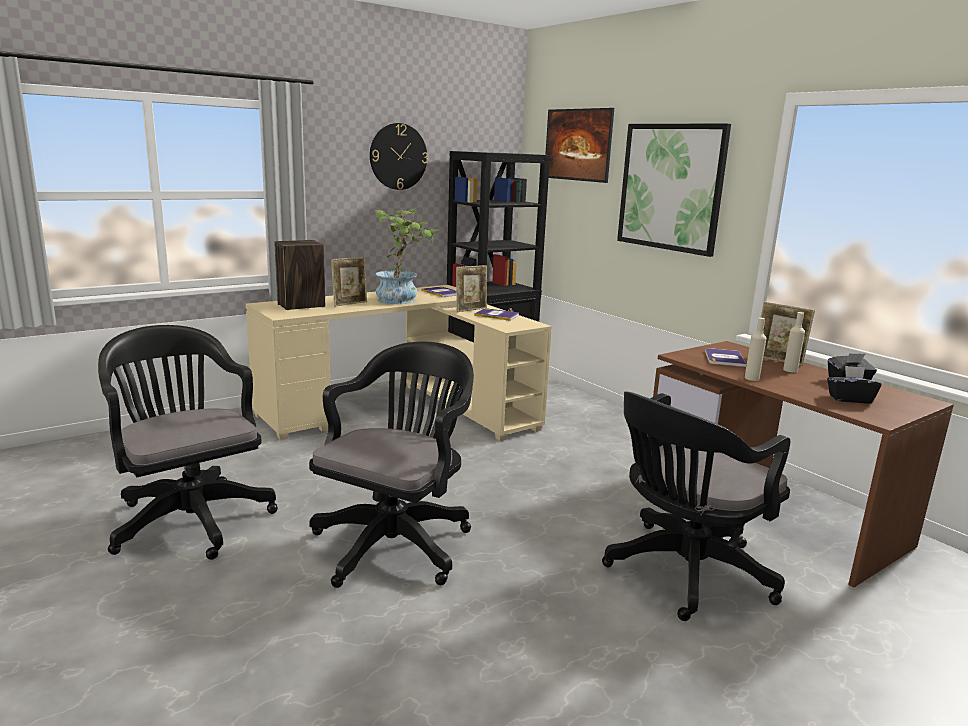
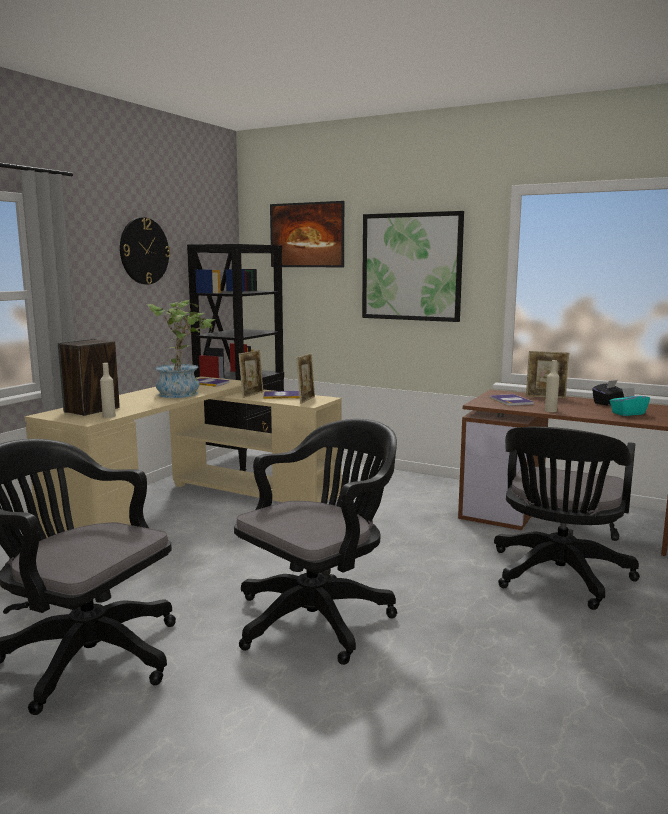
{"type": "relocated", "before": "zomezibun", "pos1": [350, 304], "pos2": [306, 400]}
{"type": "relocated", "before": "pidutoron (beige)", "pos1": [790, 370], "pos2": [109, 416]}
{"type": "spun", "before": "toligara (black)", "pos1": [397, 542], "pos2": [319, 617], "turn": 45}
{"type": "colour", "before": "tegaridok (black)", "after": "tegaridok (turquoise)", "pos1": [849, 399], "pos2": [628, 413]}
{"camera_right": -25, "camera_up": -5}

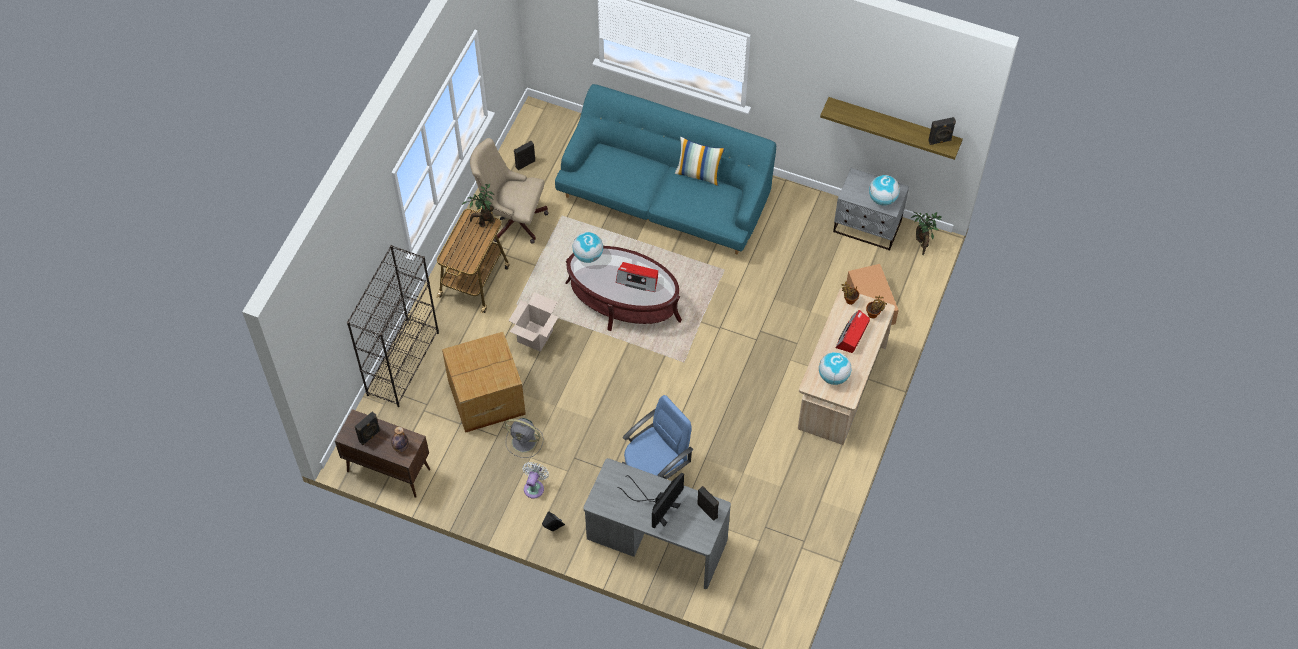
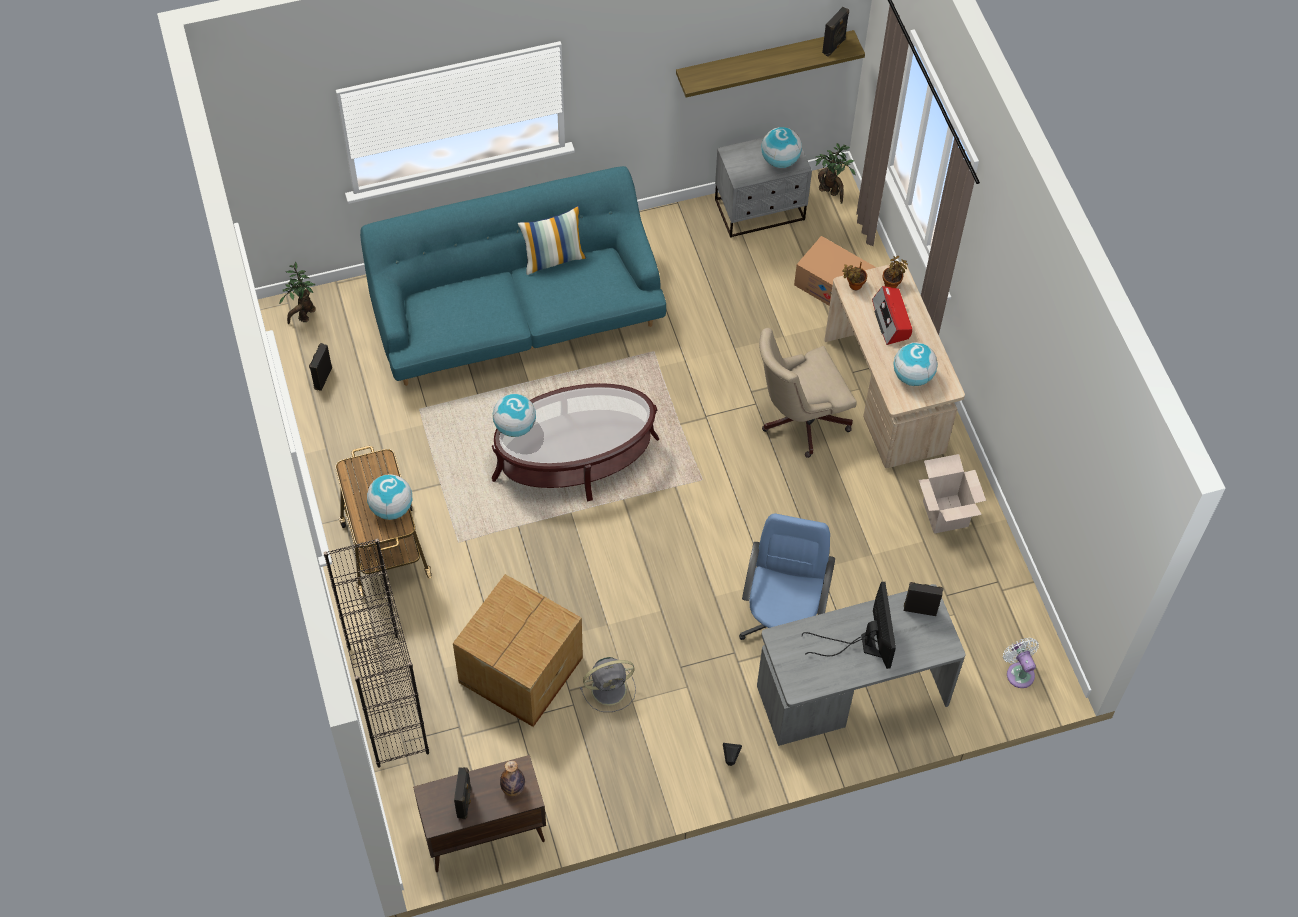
{"type": "relocated", "before": "toligara (beige)", "pos1": [512, 219], "pos2": [799, 420]}
{"type": "relocated", "before": "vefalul", "pos1": [484, 222], "pos2": [304, 315]}
{"type": "missing", "before": "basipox", "pos1": [638, 280]}
{"type": "relocated", "before": "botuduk", "pos1": [535, 336], "pos2": [945, 514]}
{"type": "relocated", "before": "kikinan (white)", "pos1": [534, 487], "pos2": [1019, 672]}
{"type": "appeared", "after": "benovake", "pos2": [391, 508]}
{"camera_right": -40, "camera_up": 0}

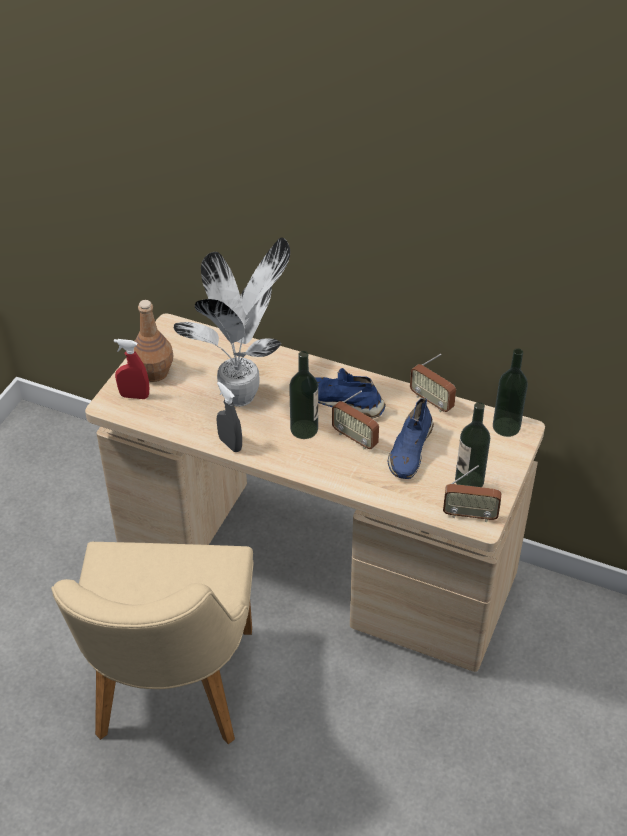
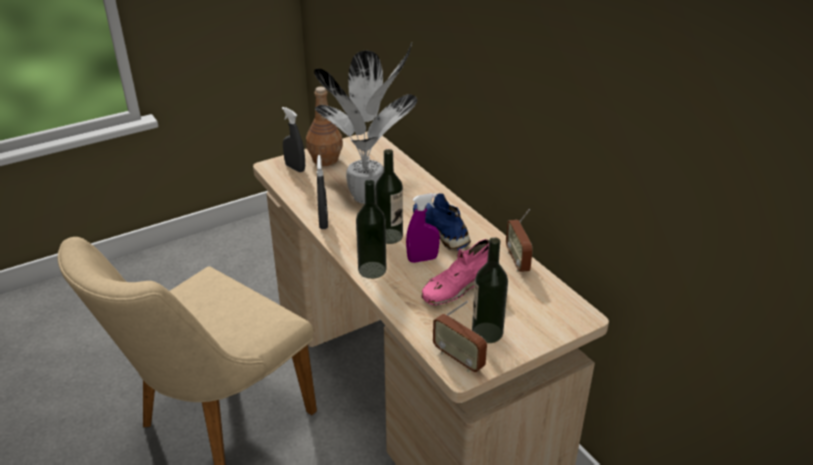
{"type": "colour", "before": "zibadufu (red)", "after": "zibadufu (grey)", "pos1": [134, 396], "pos2": [295, 168]}
{"type": "relocated", "before": "pidutoron", "pos1": [506, 427], "pos2": [372, 270]}
{"type": "exchanged", "before": "basipox", "after": "zibadufu (purple)", "pos1": [355, 438], "pos2": [422, 259]}
{"type": "colour", "before": "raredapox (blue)", "after": "raredapox (pink)", "pos1": [410, 450], "pos2": [459, 286]}
{"camera_right": 35, "camera_up": -10}

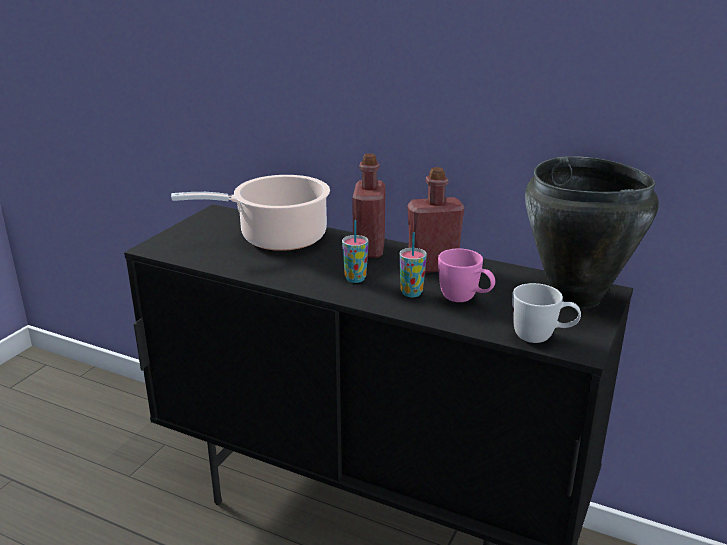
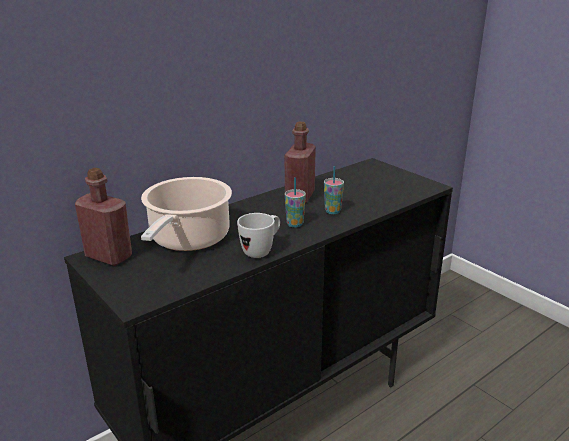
{"type": "relocated", "before": "pidutoron (red)", "pos1": [369, 249], "pos2": [109, 257]}
{"type": "missing", "before": "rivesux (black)", "pos1": [575, 297]}
{"type": "missing", "before": "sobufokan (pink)", "pos1": [465, 300]}
{"type": "relocated", "before": "sobufokan (white)", "pos1": [542, 338], "pos2": [261, 251]}
{"camera_right": -65, "camera_up": 0}

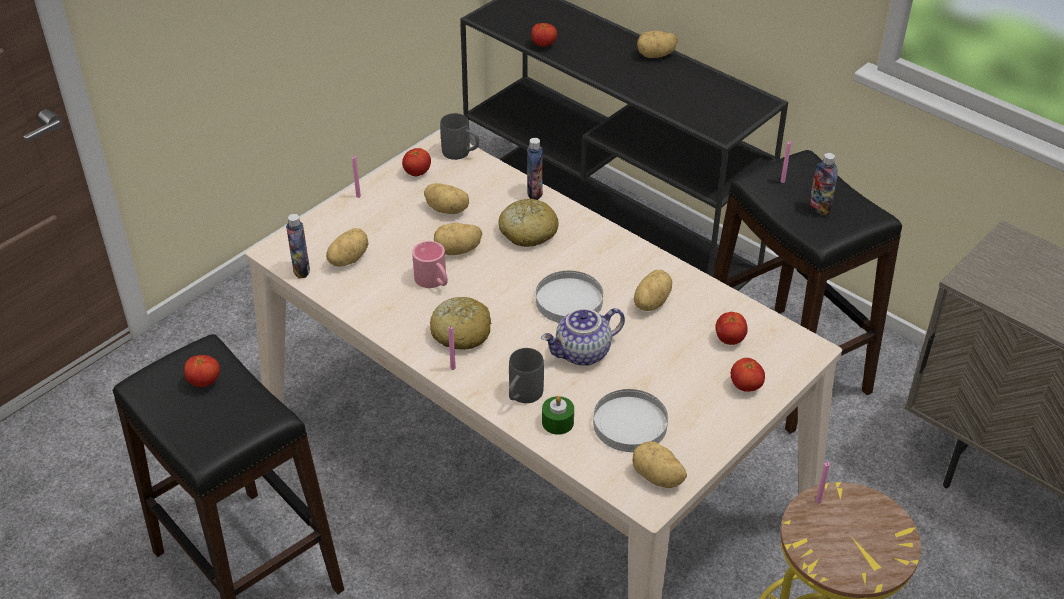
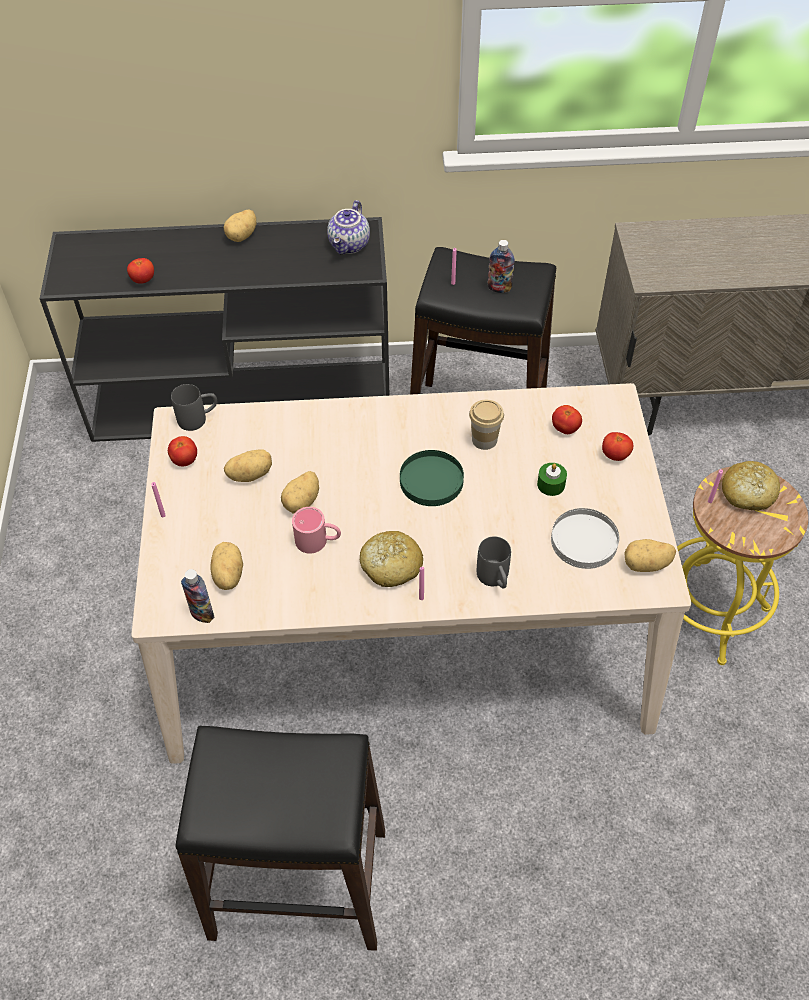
{"type": "missing", "before": "pidutoron", "pos1": [534, 193]}
{"type": "relocated", "before": "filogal", "pos1": [527, 232], "pos2": [747, 493]}
{"type": "exchanged", "before": "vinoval", "after": "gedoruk", "pos1": [650, 302], "pos2": [484, 440]}
{"type": "colour", "before": "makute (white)", "after": "makute (green)", "pos1": [568, 300], "pos2": [431, 481]}
{"type": "relocated", "before": "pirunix", "pos1": [582, 354], "pos2": [350, 245]}
{"type": "missing", "before": "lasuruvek", "pos1": [204, 382]}
{"type": "relocated", "before": "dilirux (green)", "pos1": [557, 422], "pos2": [551, 484]}
{"camera_right": -45, "camera_up": 10}

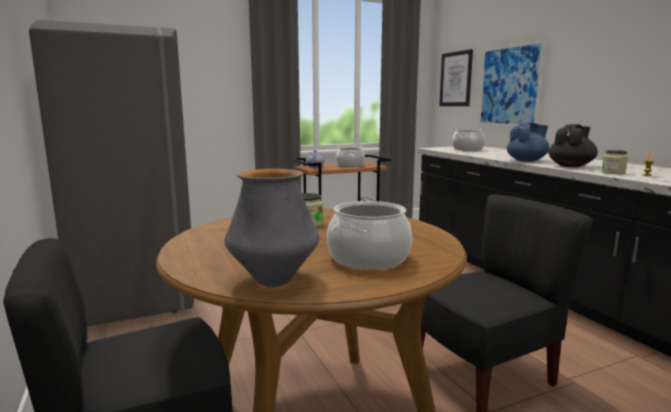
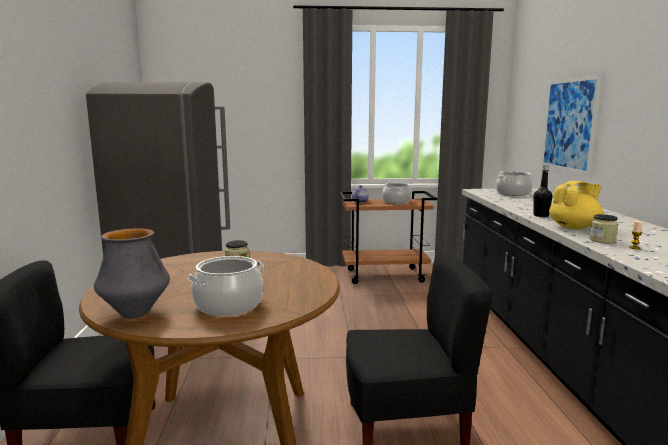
{"type": "missing", "before": "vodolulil", "pos1": [456, 79]}
{"type": "exchanged", "before": "pirunix (blue)", "after": "pidutoron (black)", "pos1": [527, 161], "pos2": [541, 215]}
{"type": "colour", "before": "pirunix (black)", "after": "pirunix (yellow)", "pos1": [571, 166], "pos2": [574, 227]}
{"camera_right": 20, "camera_up": 0}

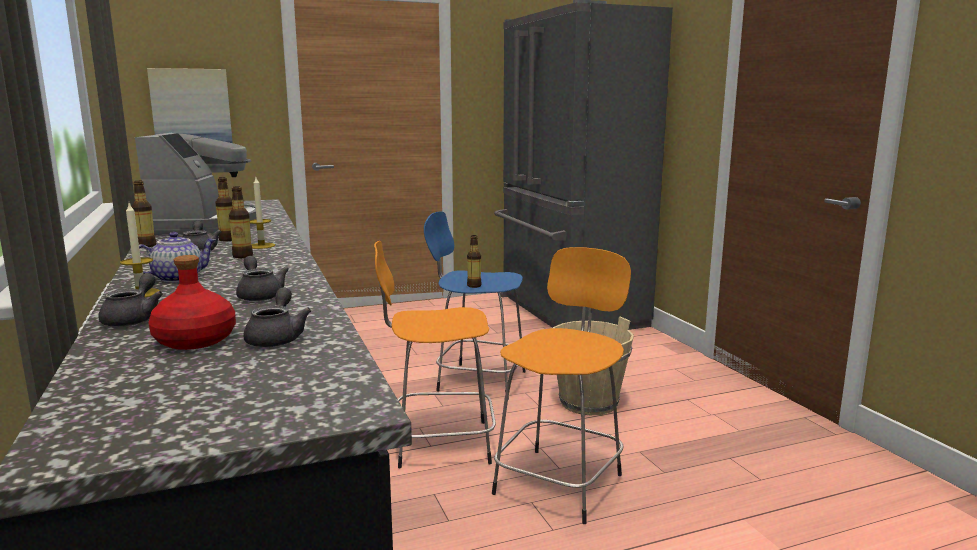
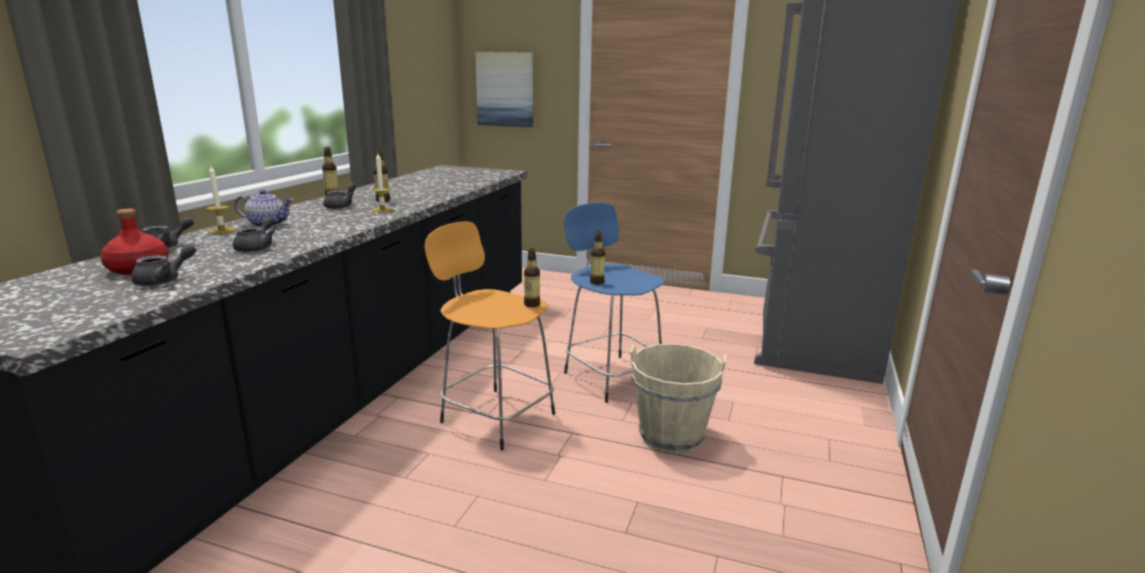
{"type": "missing", "before": "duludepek", "pos1": [205, 225]}
{"type": "relocated", "before": "pidutoron", "pos1": [242, 256], "pos2": [532, 304]}
{"type": "missing", "before": "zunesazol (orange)", "pos1": [560, 482]}
{"camera_right": 40, "camera_up": 5}

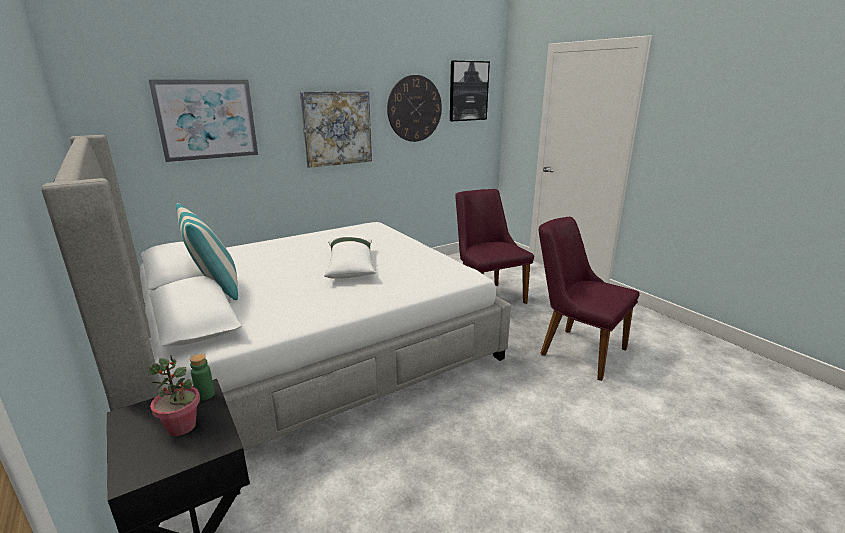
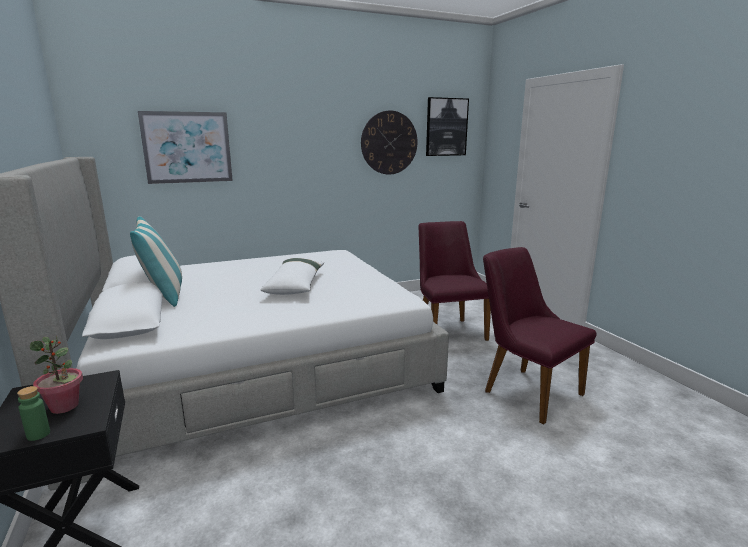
{"type": "missing", "before": "vodolulil", "pos1": [337, 128]}
{"type": "relocated", "before": "pidutoron (green)", "pos1": [205, 395], "pos2": [38, 434]}
{"camera_right": 10, "camera_up": -5}

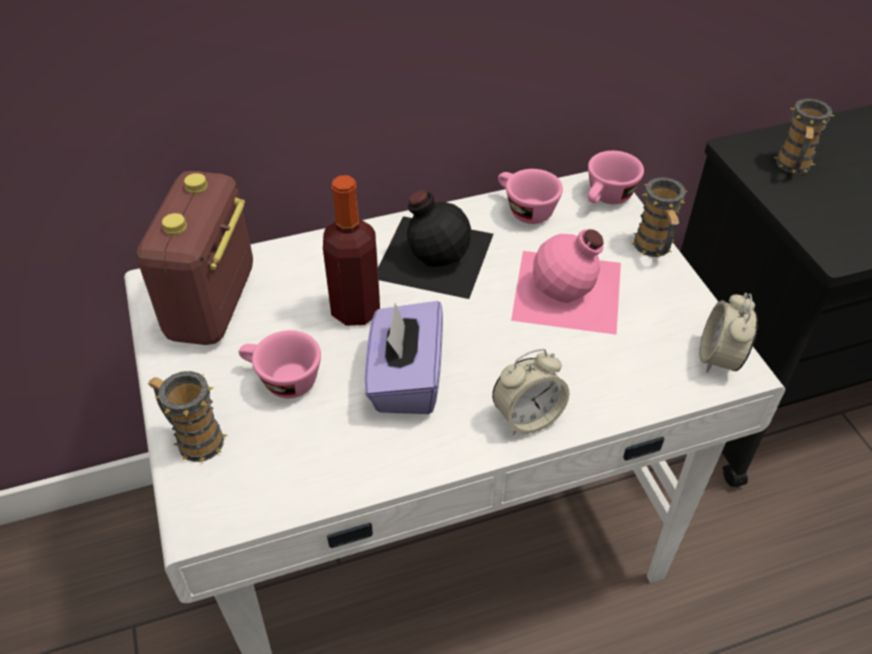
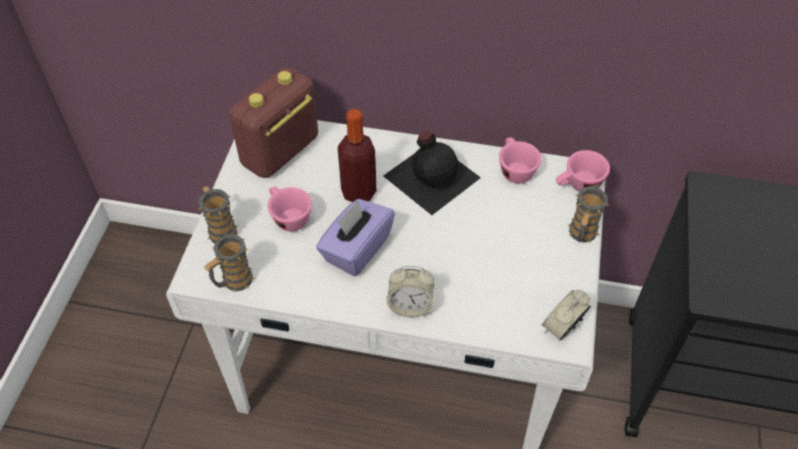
{"type": "relocated", "before": "sobufokan", "pos1": [793, 167], "pos2": [233, 282]}
{"type": "missing", "before": "pidutoron (pink)", "pos1": [569, 292]}
{"camera_right": 30, "camera_up": 5}

